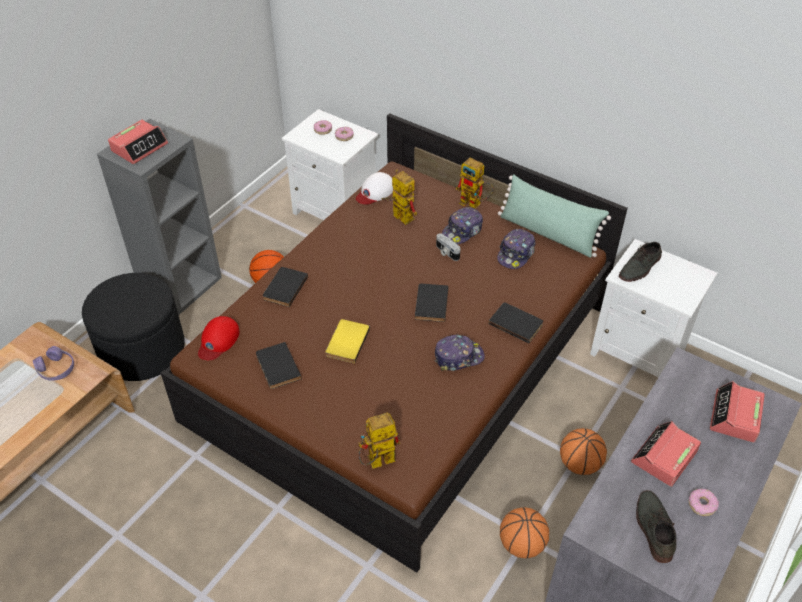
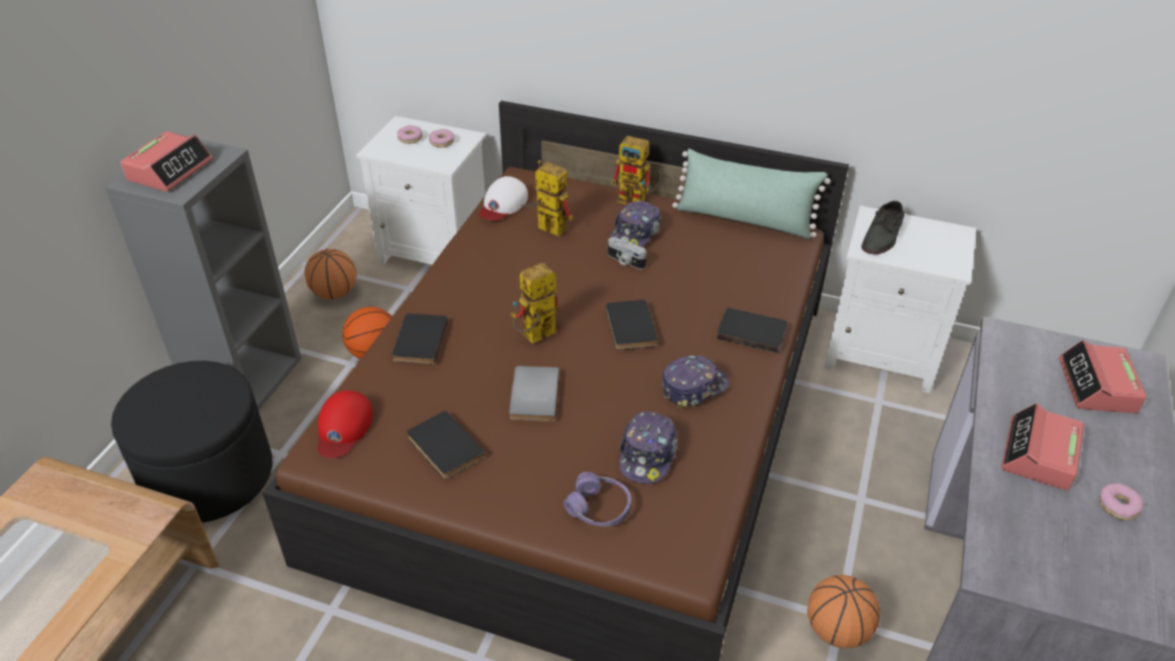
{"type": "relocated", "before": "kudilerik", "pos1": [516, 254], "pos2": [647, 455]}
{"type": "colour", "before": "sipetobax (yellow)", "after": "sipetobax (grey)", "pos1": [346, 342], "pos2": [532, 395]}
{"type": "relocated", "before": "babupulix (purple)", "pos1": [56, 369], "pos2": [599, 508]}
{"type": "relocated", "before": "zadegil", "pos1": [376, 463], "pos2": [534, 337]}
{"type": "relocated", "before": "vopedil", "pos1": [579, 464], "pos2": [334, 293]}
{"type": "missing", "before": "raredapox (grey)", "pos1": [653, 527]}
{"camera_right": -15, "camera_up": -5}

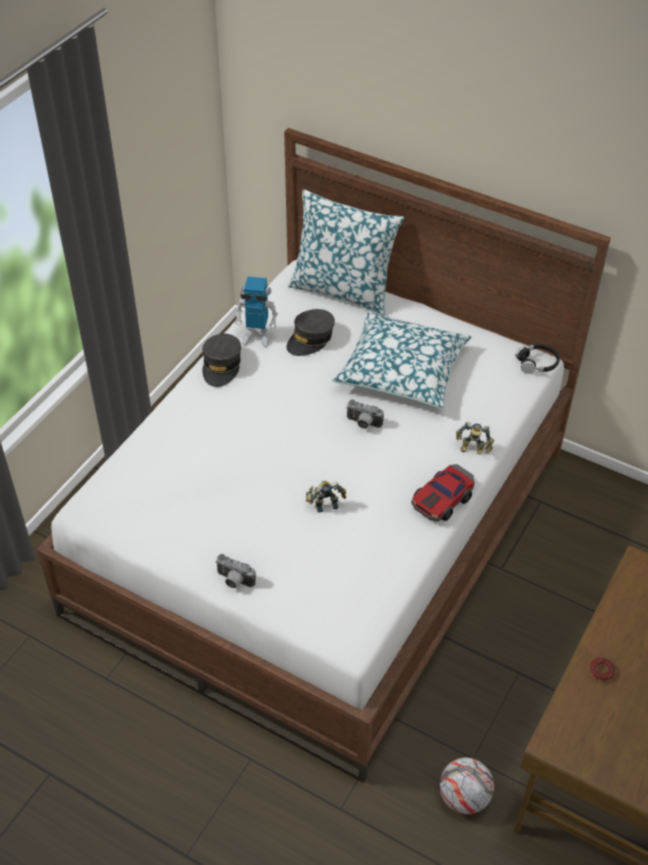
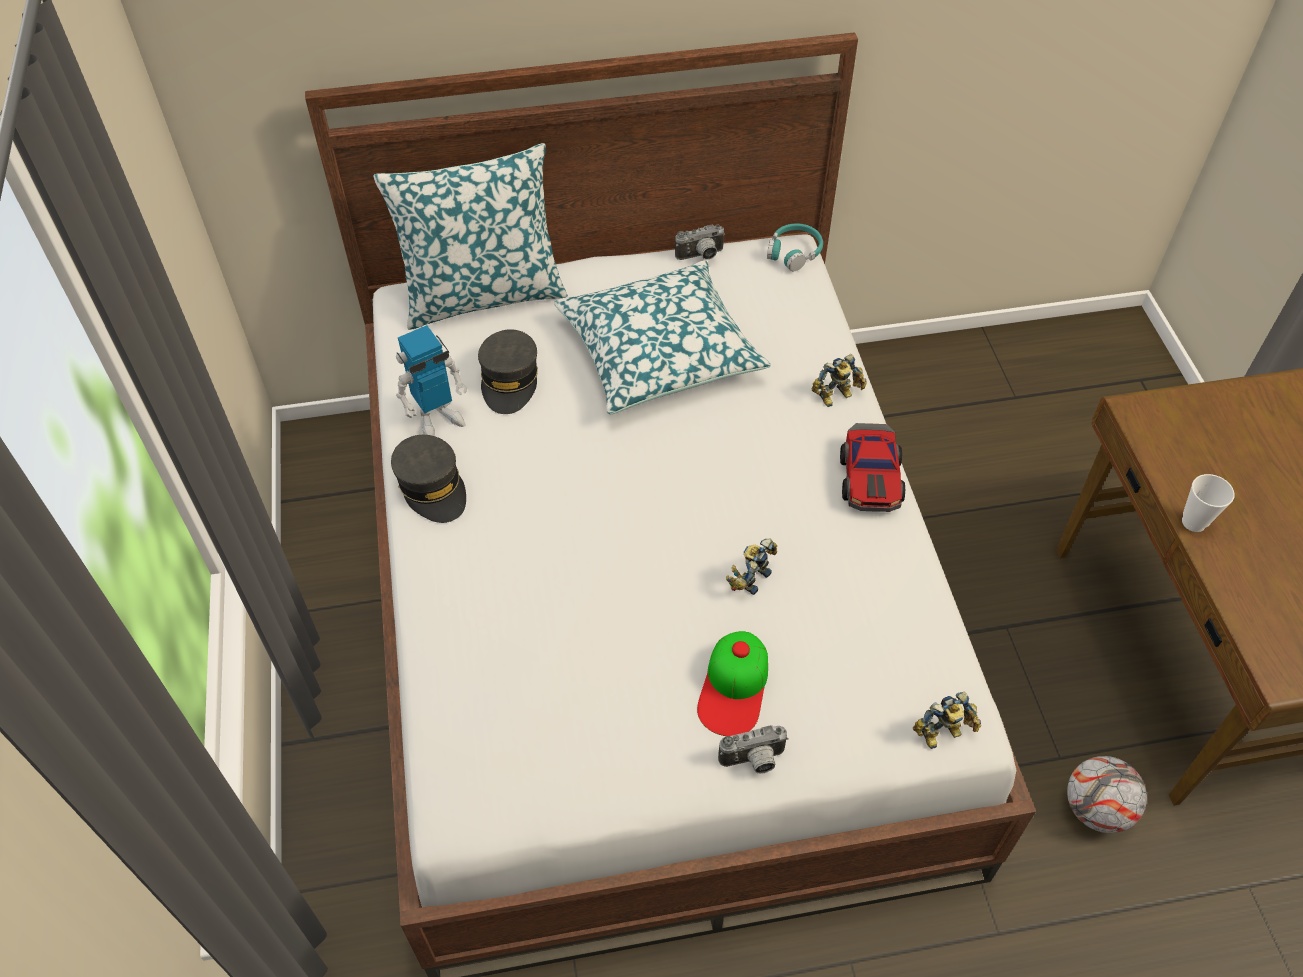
{"type": "colour", "before": "babupulix (black)", "after": "babupulix (turquoise)", "pos1": [537, 363], "pos2": [794, 252]}
{"type": "relocated", "before": "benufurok", "pos1": [363, 424], "pos2": [701, 256]}
{"type": "missing", "before": "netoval", "pos1": [601, 671]}
{"type": "appeared", "after": "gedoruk", "pos2": [1193, 522]}
{"type": "appeared", "after": "kudilerik", "pos2": [734, 687]}
{"type": "appeared", "after": "zadegil", "pos2": [943, 735]}
{"camera_right": -40, "camera_up": 5}

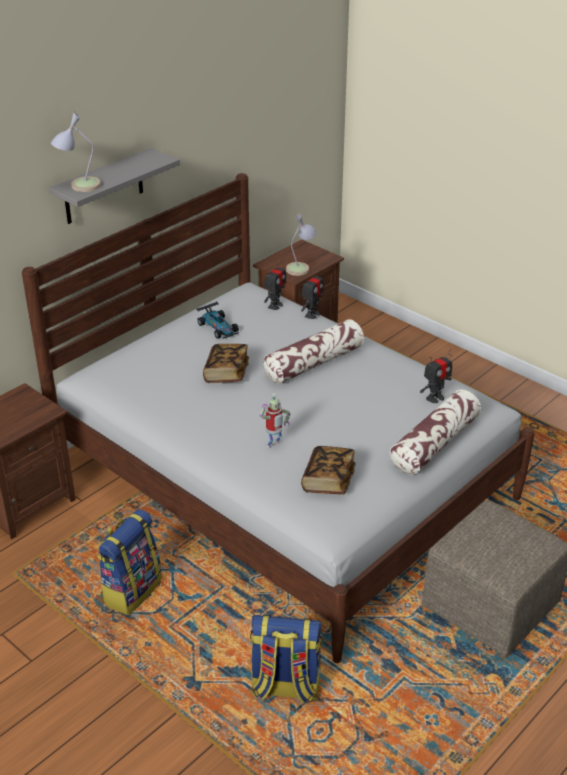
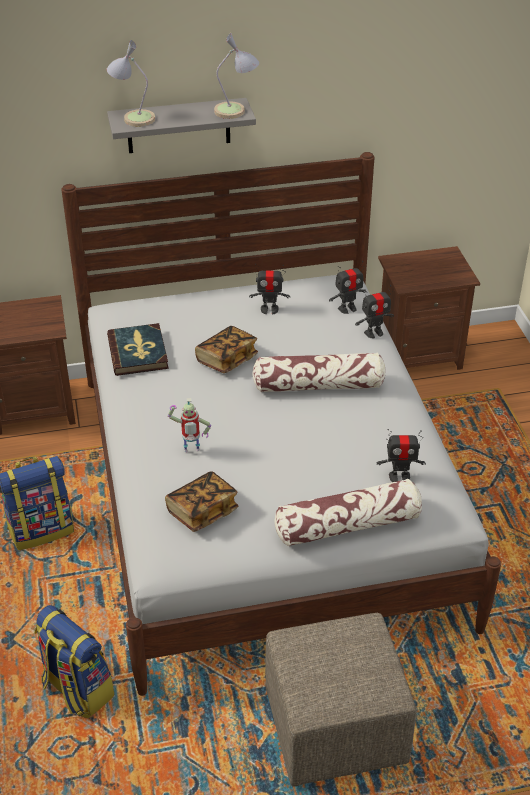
{"type": "relocated", "before": "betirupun", "pos1": [301, 267], "pos2": [236, 111]}
{"type": "exchanged", "before": "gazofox", "after": "zadegil", "pos1": [218, 327], "pos2": [269, 309]}
{"type": "appeared", "after": "sipetobax", "pos2": [138, 352]}
{"camera_right": 35, "camera_up": 5}

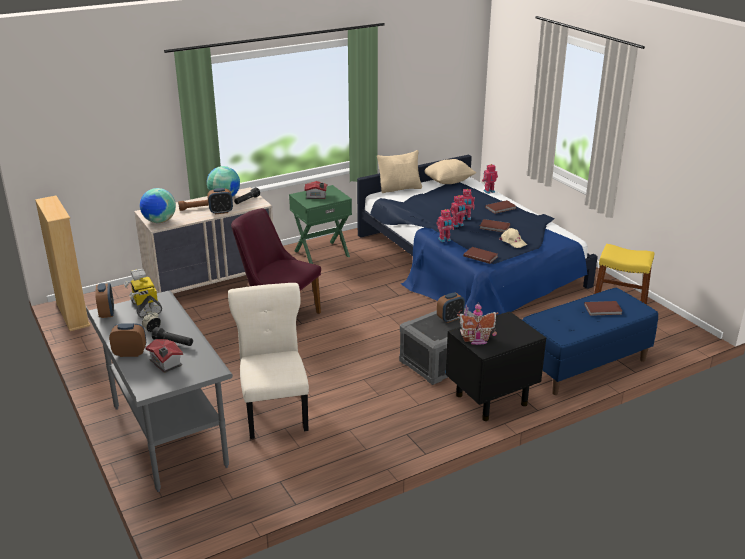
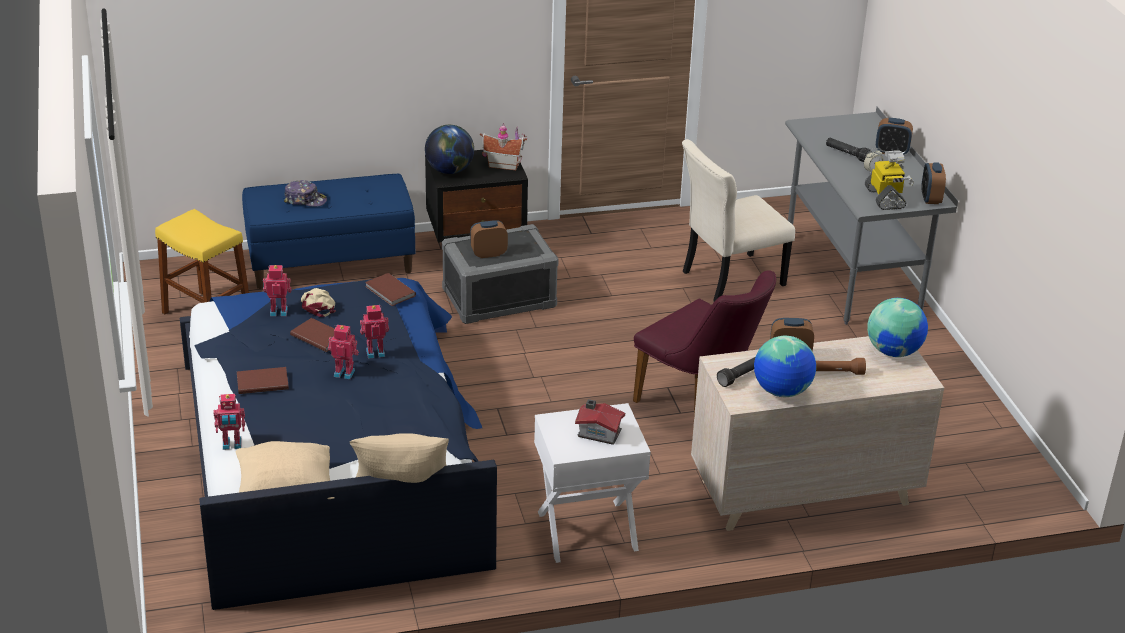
{"type": "colour", "before": "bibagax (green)", "after": "bibagax (white)", "pos1": [321, 253], "pos2": [587, 531]}
{"type": "missing", "before": "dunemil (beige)", "pos1": [73, 315]}
{"type": "relocated", "before": "zadegil", "pos1": [444, 240], "pos2": [279, 311]}
{"type": "spun", "before": "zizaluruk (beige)", "pos1": [275, 411], "pos2": [729, 279], "turn": 60}
{"type": "exchanged", "before": "sipetobax (brown)", "after": "kudilerik", "pos1": [603, 310], "pos2": [305, 200]}
{"type": "missing", "before": "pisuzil", "pos1": [165, 364]}
{"type": "appeared", "after": "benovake", "pos2": [450, 170]}
{"camera_right": -165, "camera_up": 5}

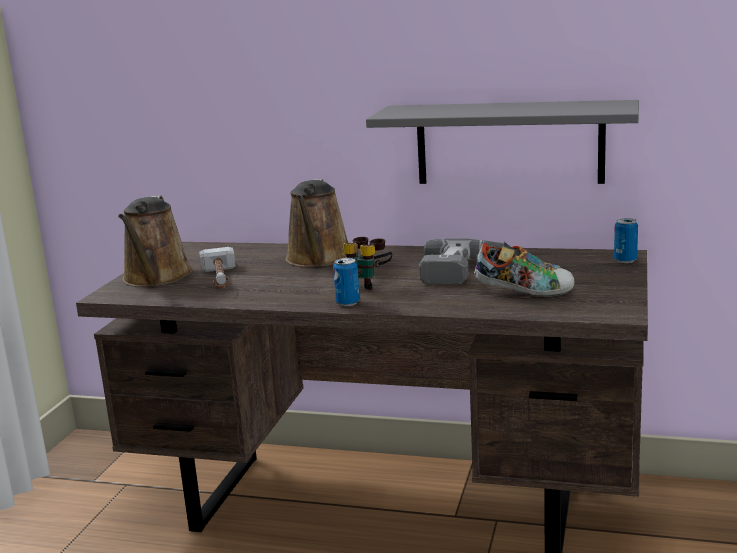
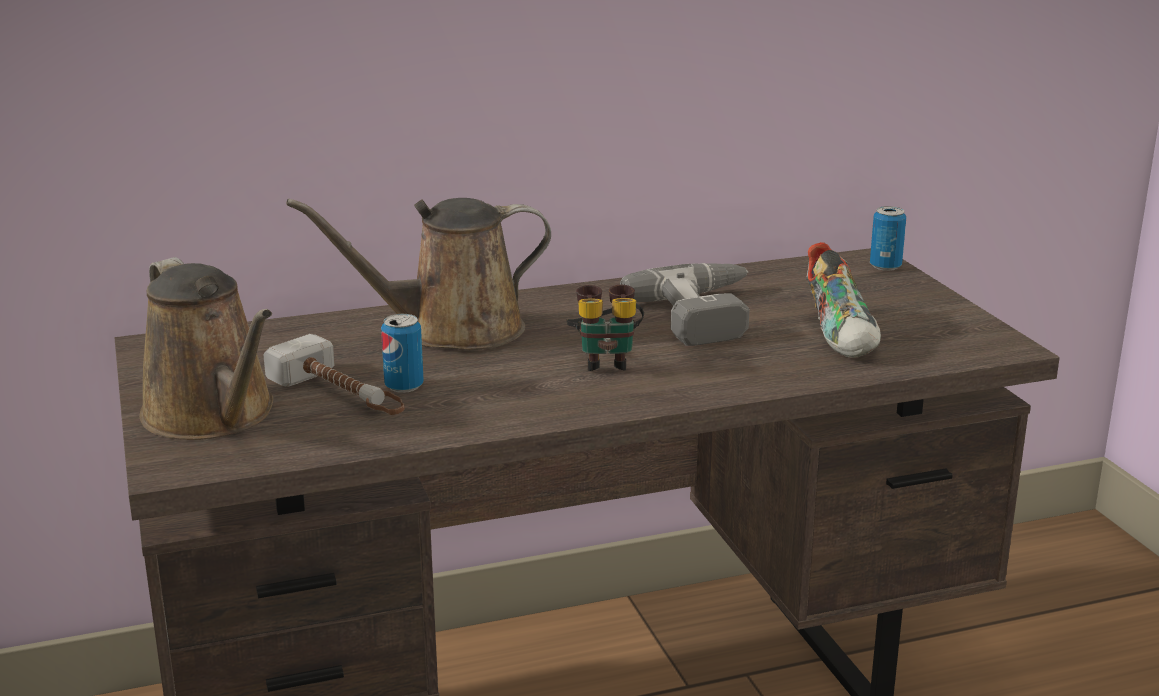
{"type": "missing", "before": "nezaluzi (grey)", "pos1": [509, 143]}
{"type": "spun", "before": "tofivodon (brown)", "pos1": [318, 259], "pos2": [452, 331], "turn": 105}
{"type": "spun", "before": "raredapox", "pos1": [524, 292], "pos2": [842, 336], "turn": 105}
{"type": "relocated", "before": "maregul", "pos1": [348, 303], "pos2": [404, 386]}
{"camera_right": -35, "camera_up": 5}

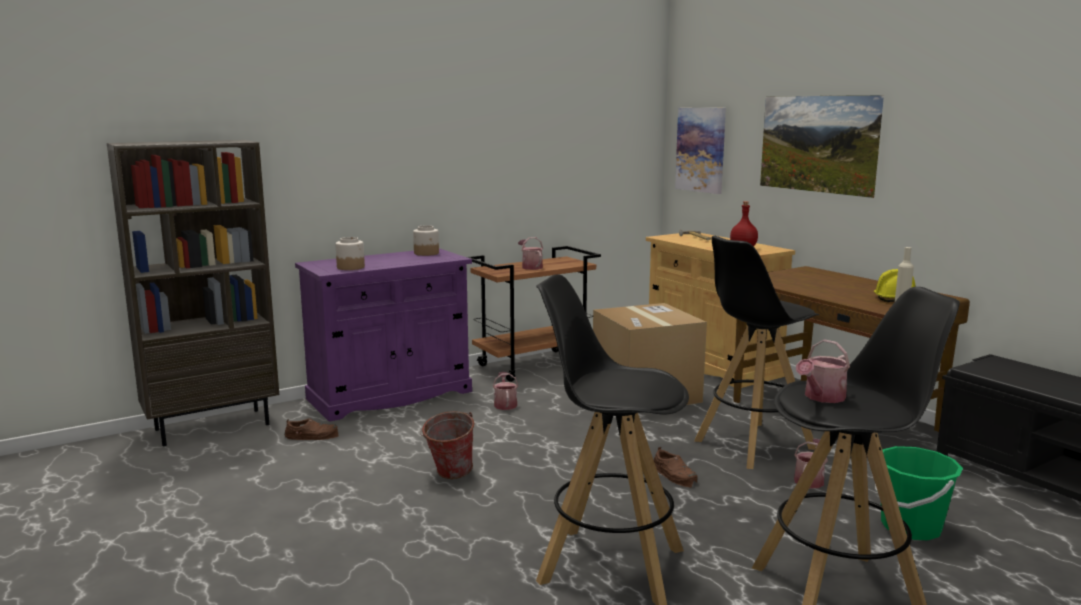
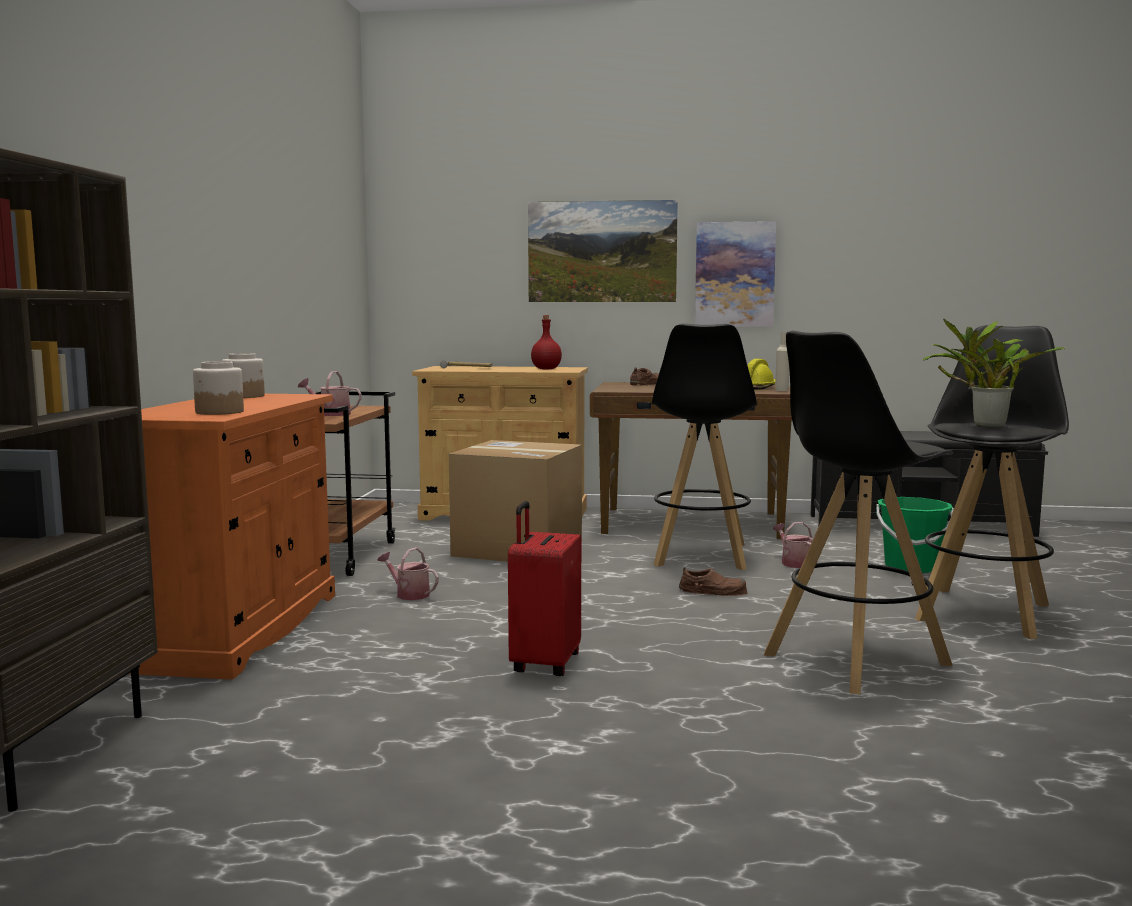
{"type": "relocated", "before": "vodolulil", "pos1": [701, 149], "pos2": [734, 274]}
{"type": "colour", "before": "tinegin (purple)", "after": "tinegin (orange)", "pos1": [390, 395], "pos2": [236, 630]}
{"type": "exchanged", "before": "tofivodon", "after": "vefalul", "pos1": [822, 397], "pos2": [984, 426]}
{"type": "exchanged", "before": "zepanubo", "after": "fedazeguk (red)", "pos1": [449, 475], "pos2": [543, 664]}
{"type": "relocated", "before": "raredapox (brown)", "pos1": [312, 436], "pos2": [646, 384]}
{"camera_right": -50, "camera_up": -5}

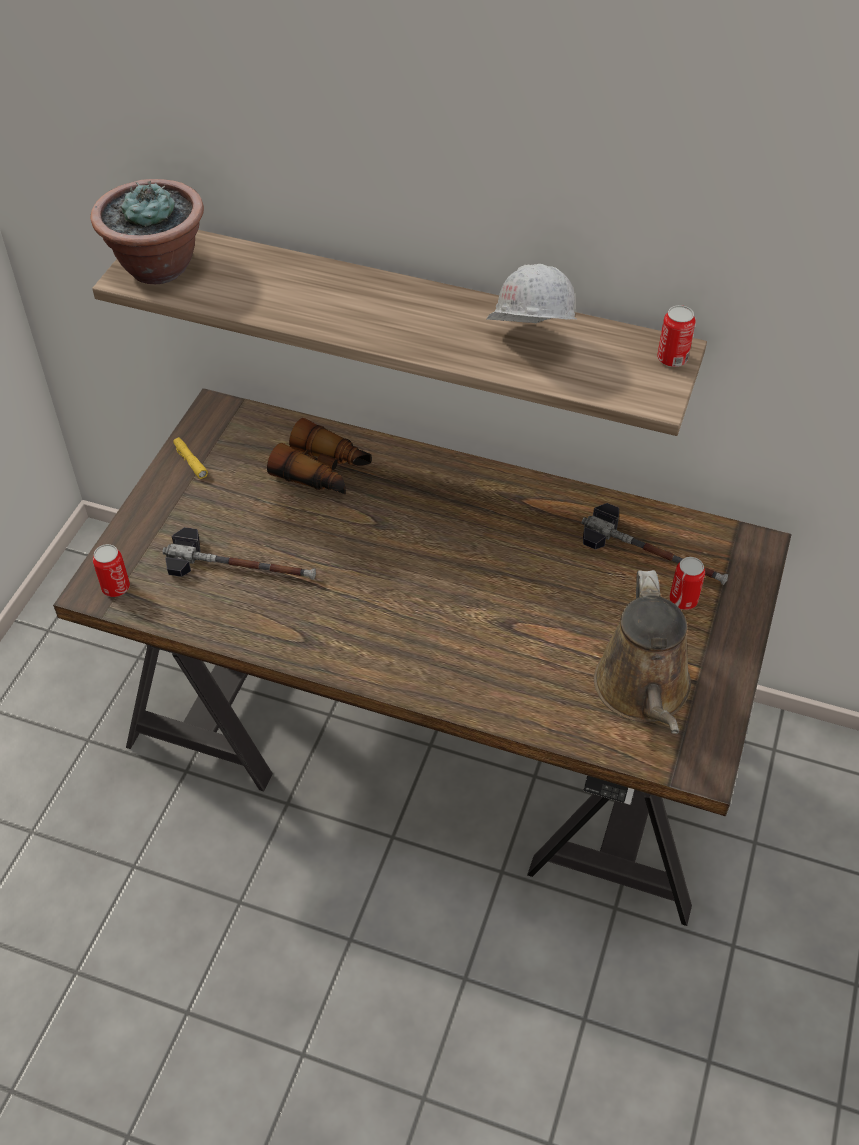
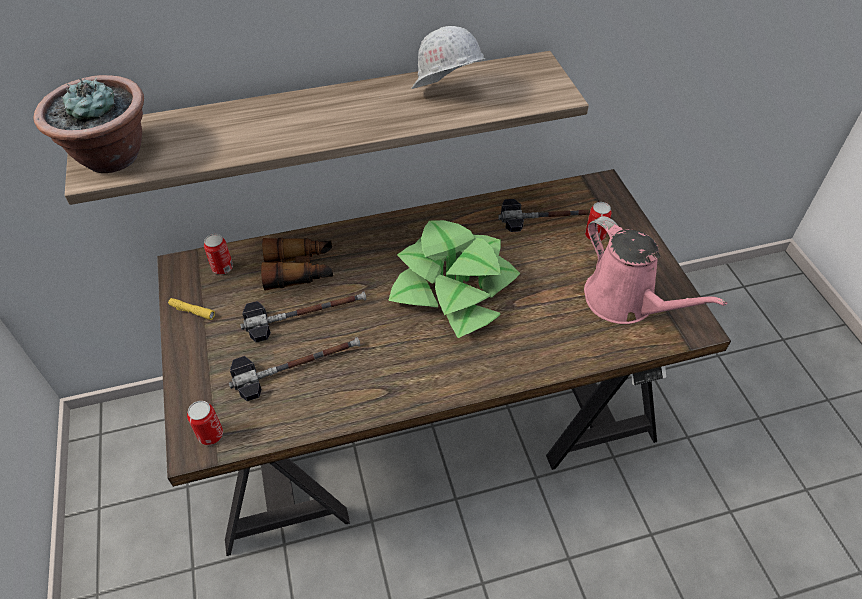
{"type": "relocated", "before": "maregul", "pos1": [672, 359], "pos2": [222, 268]}
{"type": "colour", "before": "tofivodon (brown)", "after": "tofivodon (pink)", "pos1": [643, 692], "pos2": [625, 302]}
{"type": "appeared", "after": "vefalul", "pos2": [453, 288]}
{"type": "appeared", "after": "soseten", "pos2": [305, 314]}
{"camera_right": -35, "camera_up": 0}

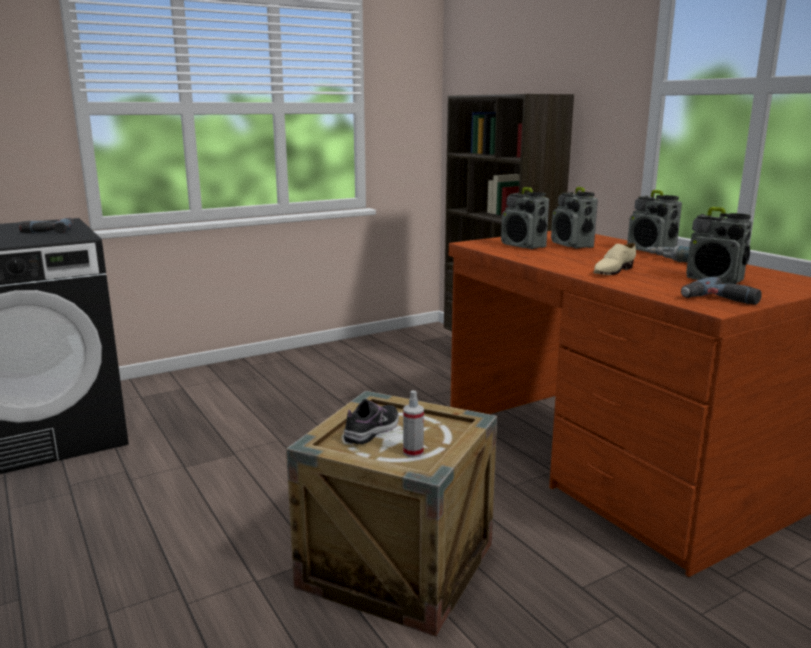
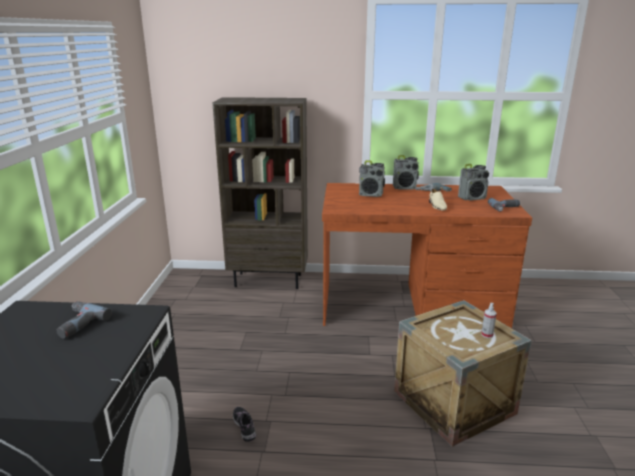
{"type": "missing", "before": "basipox", "pos1": [523, 246]}
{"type": "relocated", "before": "raredapox", "pos1": [373, 430], "pos2": [244, 426]}
{"camera_right": -55, "camera_up": 5}

